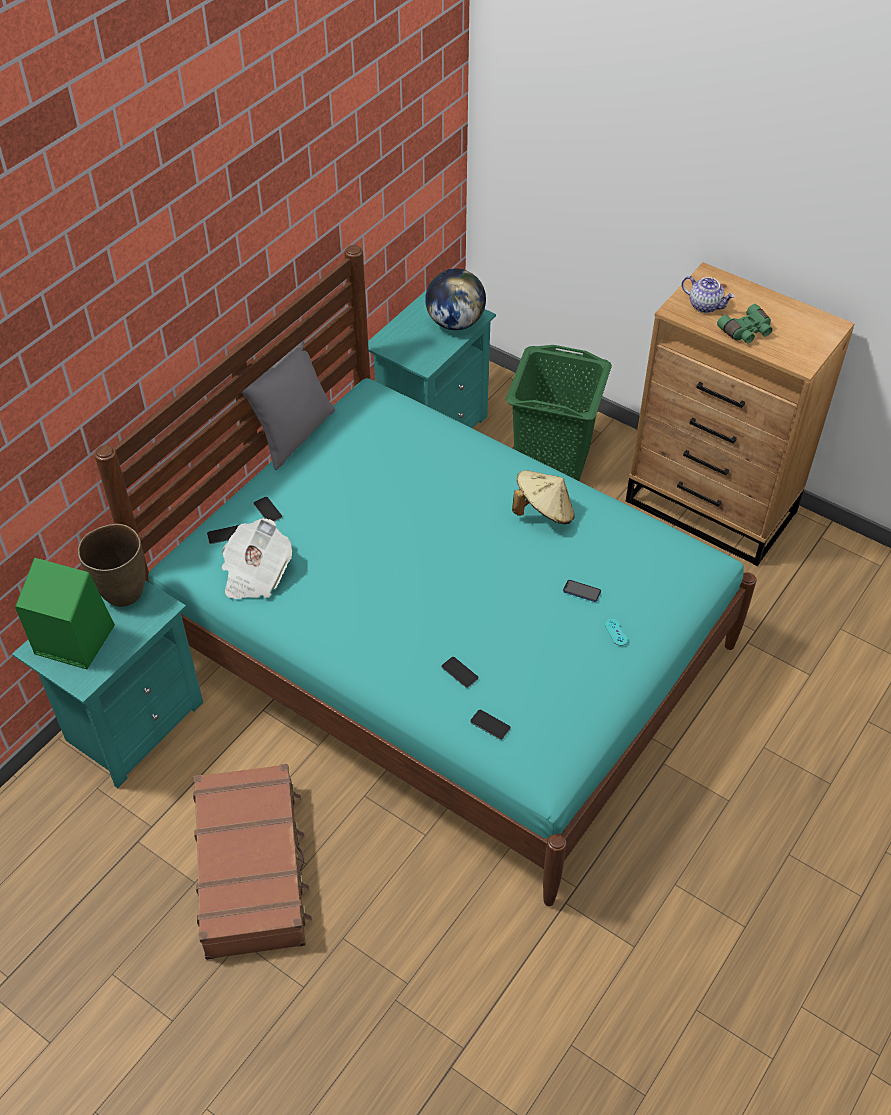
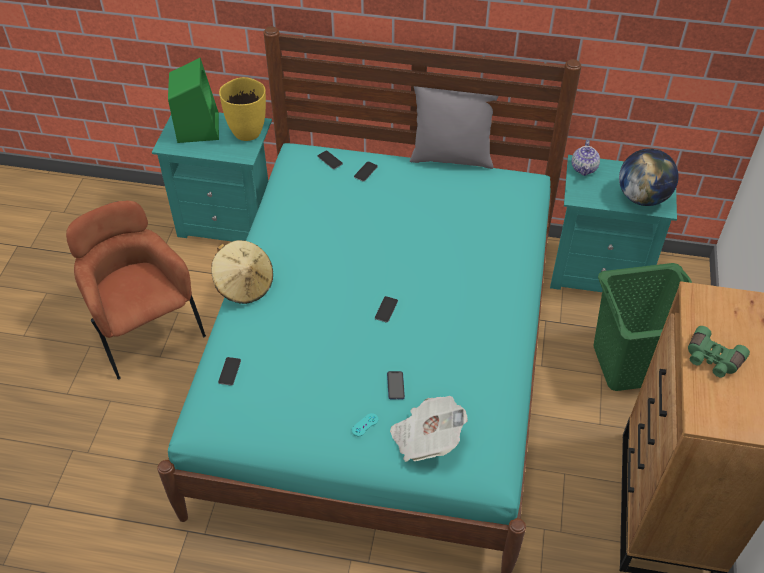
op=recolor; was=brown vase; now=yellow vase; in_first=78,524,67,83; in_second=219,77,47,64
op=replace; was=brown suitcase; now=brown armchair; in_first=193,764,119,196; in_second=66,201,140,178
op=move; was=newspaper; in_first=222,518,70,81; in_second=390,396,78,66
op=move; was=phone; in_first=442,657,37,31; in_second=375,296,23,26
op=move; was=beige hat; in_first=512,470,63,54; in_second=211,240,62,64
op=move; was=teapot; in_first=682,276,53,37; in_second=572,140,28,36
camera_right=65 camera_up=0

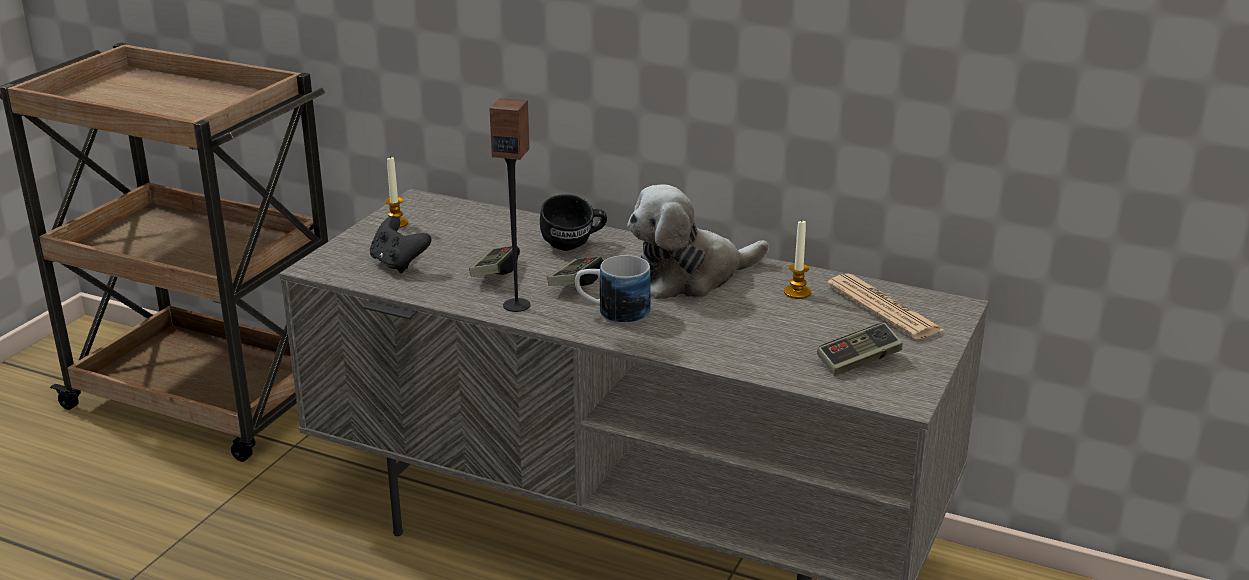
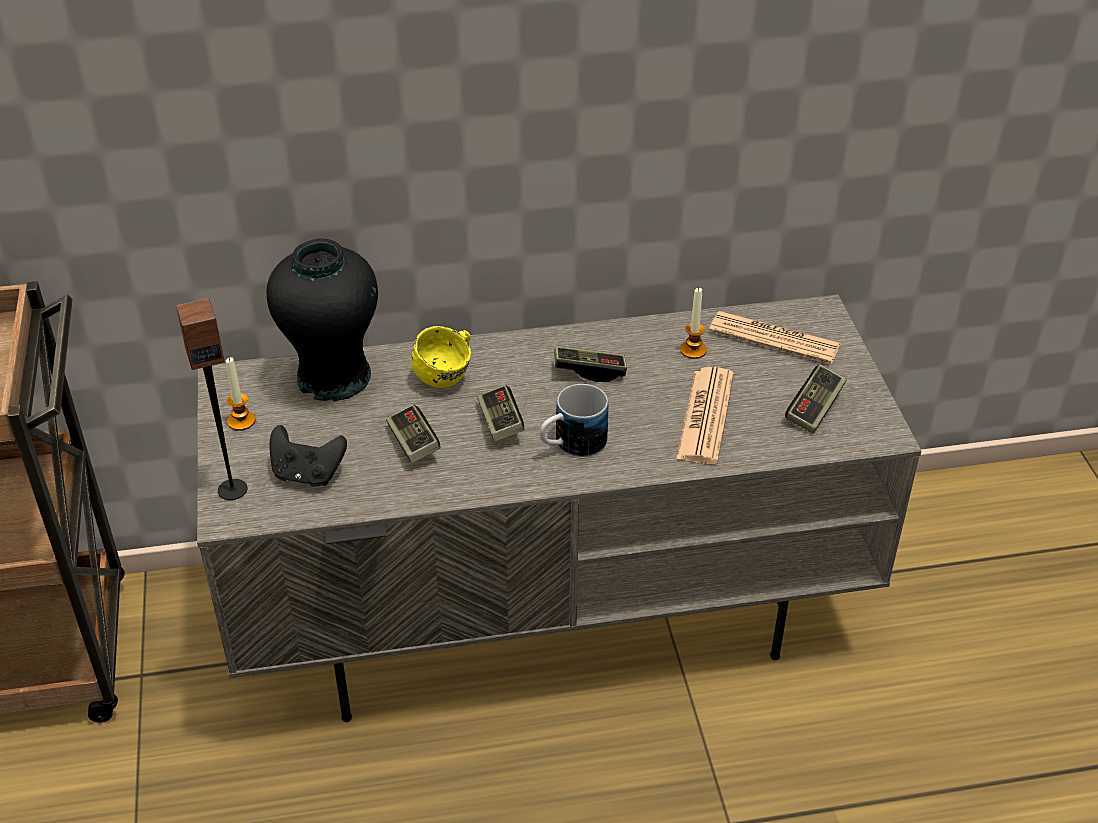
op=move; was=speaker; in_first=490,98,41,214; in_second=176,298,71,202
op=recolor; was=black mug; now=yellow mug; in_first=540,194,67,57; in_second=411,326,60,62
op=replace; was=plush toy; now=game controller; in_first=627,185,142,114; in_second=554,346,73,36
op=insert; now=black vase; in_second=266,238,112,163
op=insert; now=newspaper; in_second=676,367,58,97
camera_right=-35 camera_up=15

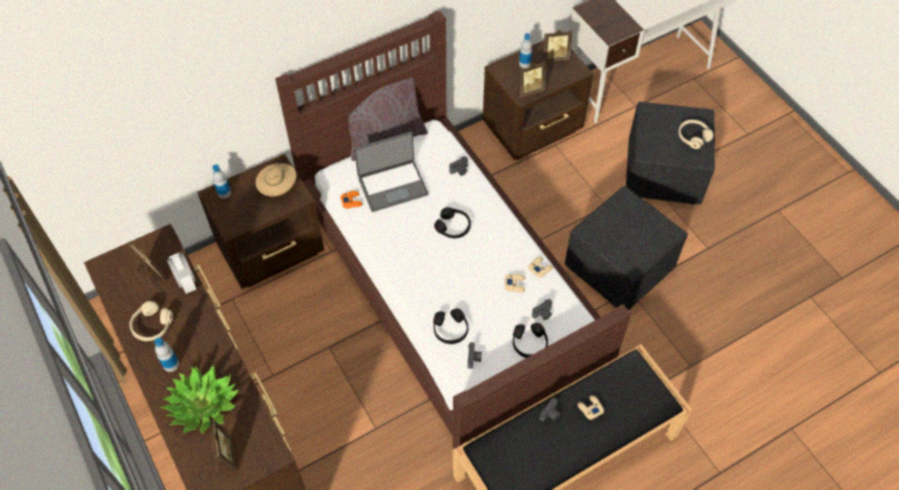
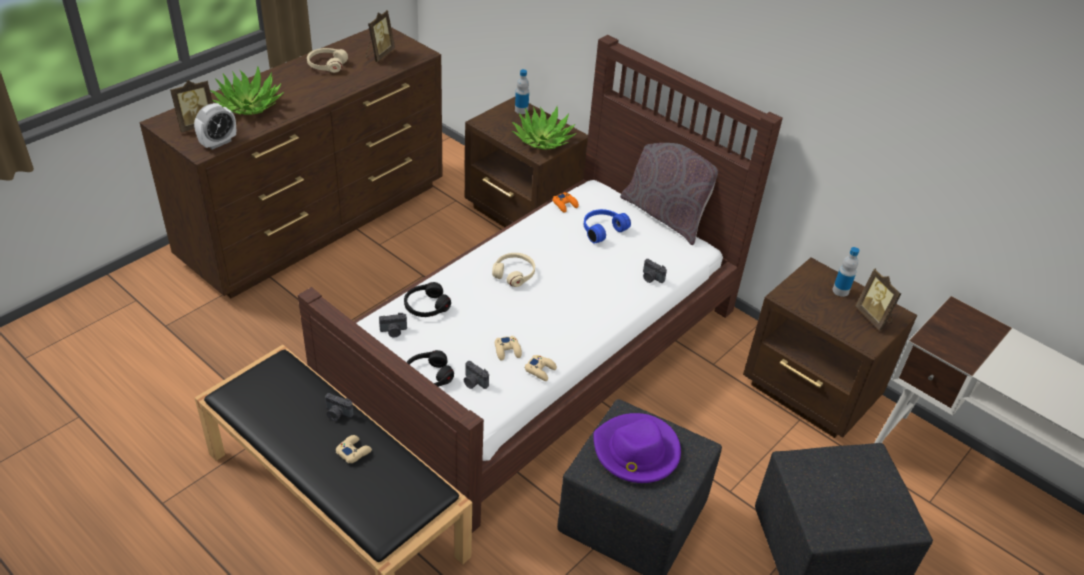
op=delete; was=bottle; in_first=154,337,25,35
op=move; was=alarm clock; in_first=167,253,29,41; in_second=194,103,42,47
op=replace; was=beige hat; now=potted plant; in_first=255,162,42,35; in_second=512,106,64,44
op=replace; was=laptop; now=blue headphones; in_first=354,132,75,80; in_second=584,209,47,34
op=delete; was=black headphones; in_first=434,207,37,31
op=delete; was=picture frame; in_first=517,62,29,36
op=move; was=beige headphones; in_first=679,120,34,29; in_second=492,253,43,34
op=insert; now=purple hat; in_second=593,413,88,70
camera_right=70 camera_up=-15

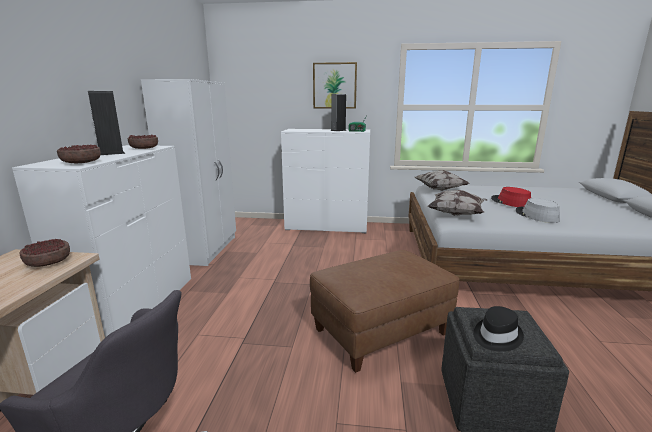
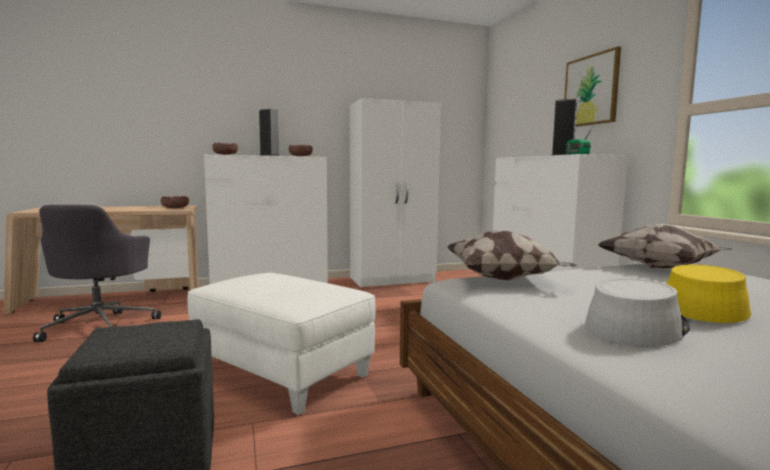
op=recolor; was=brown ottoman; now=white ottoman; in_first=310,250,149,123; in_second=187,273,189,142
op=delete; was=black hat; in_first=473,306,51,46
op=recolor; was=red hat; now=yellow hat; in_first=491,187,40,20; in_second=666,265,85,58
camera_right=65 camera_up=-10

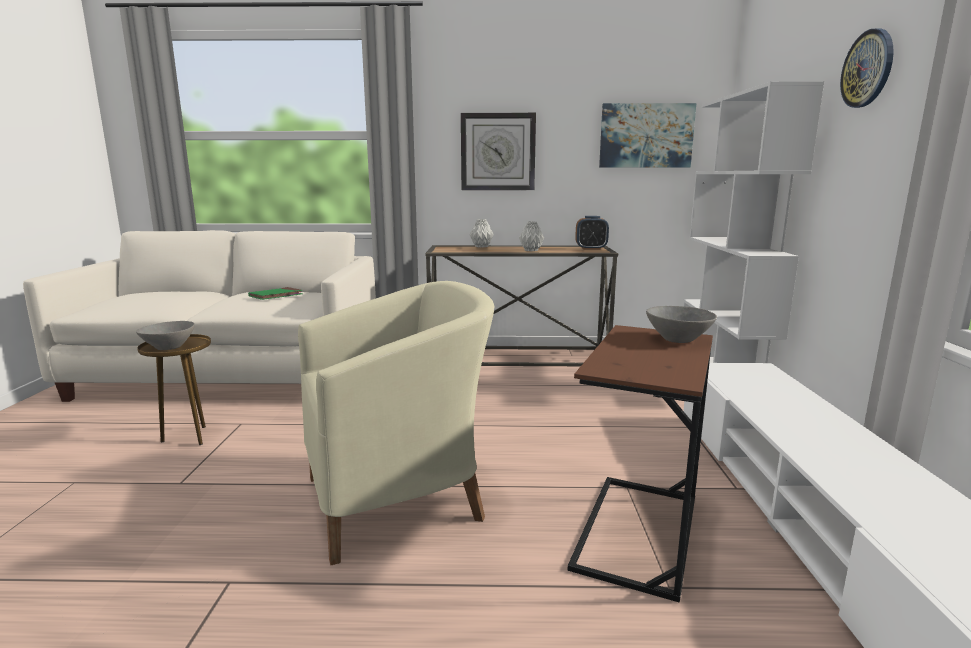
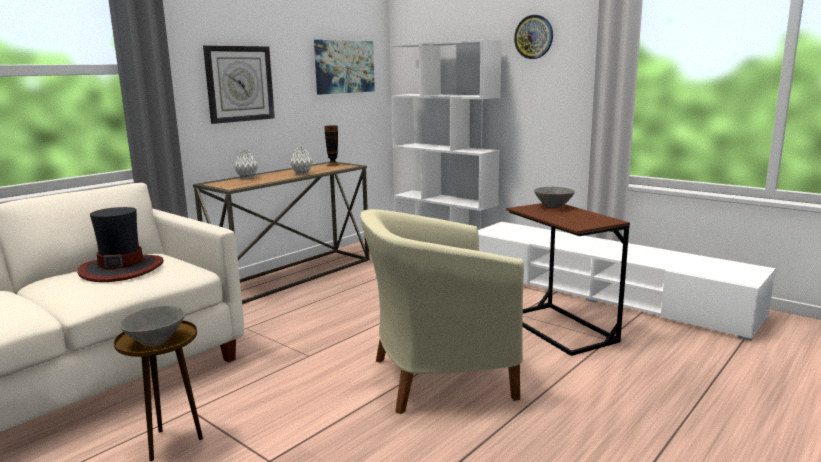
op=replace; was=green book; now=hat; in_first=248,287,55,13; in_second=77,207,86,75
op=rotate; was=beige armchair; in_first=298,281,196,284; in_second=360,209,164,205; clockwise=-120
op=replace; was=alarm clock; now=vase; in_first=575,216,34,34; in_second=324,125,16,42
camera_right=-50 camera_up=0

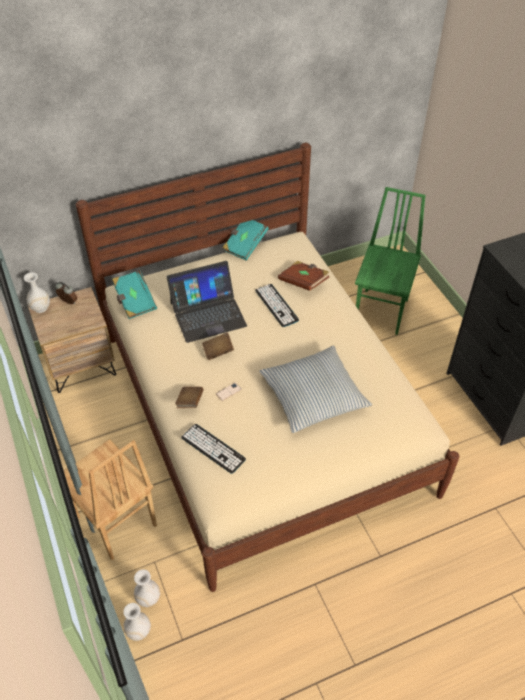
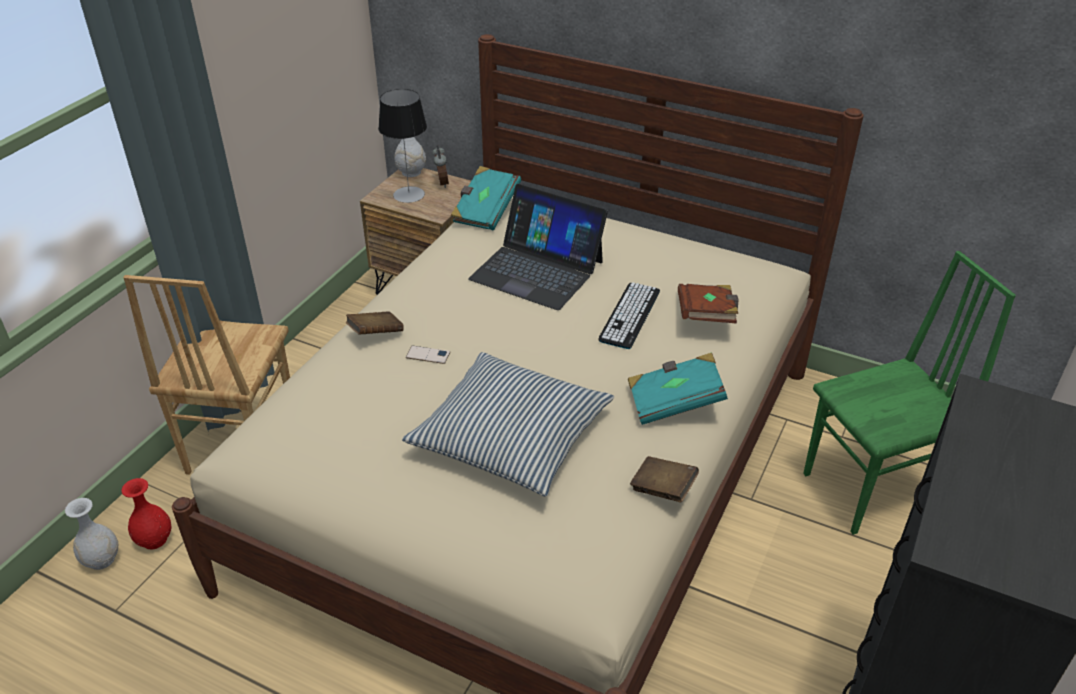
op=recolor; was=white vase; now=red vase; in_first=134,569,26,38; in_second=122,478,50,72
op=delete; was=keyboard; in_first=181,424,65,50
op=move; was=brown book; in_first=202,332,32,28; in_second=630,456,69,46
op=move; was=turquoise book; in_first=222,220,47,41; in_second=628,352,100,73
op=insert; now=table lamp; in_second=378,89,49,114
camera_right=50 camera_up=-10

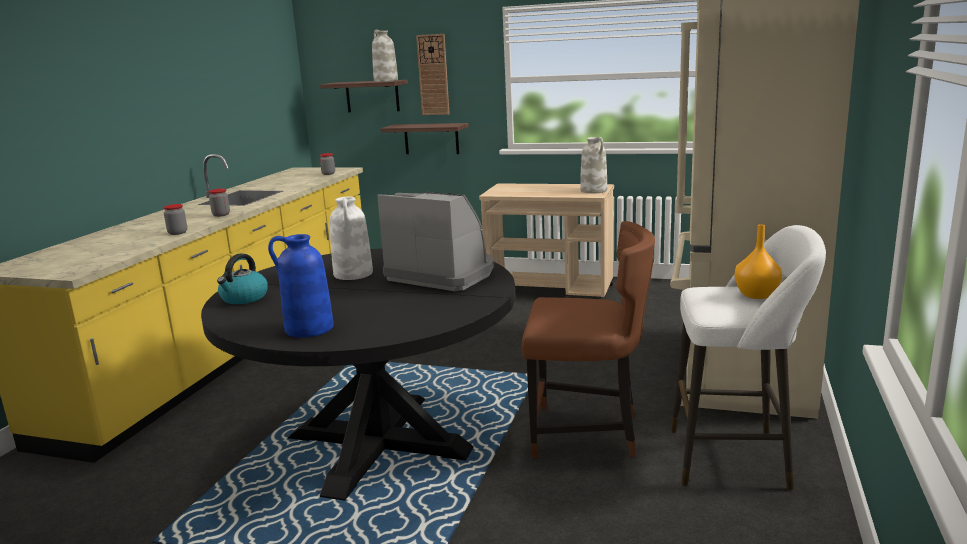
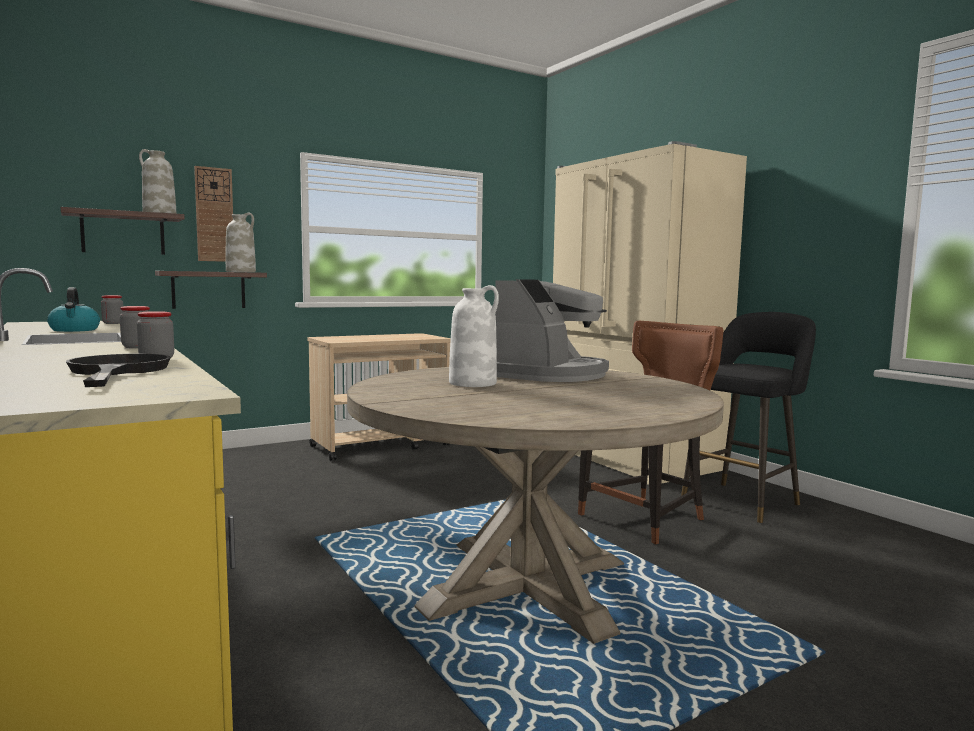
op=recolor; was=black dining table; now=beige dining table; in_first=201,248,314,253; in_second=347,367,377,277
op=move; was=kettle; in_first=217,254,51,50; in_second=47,287,53,45
op=delete; was=blue vase; in_first=268,234,66,103
op=rotate; was=coffee machine; in_first=377,192,117,99; in_second=495,279,114,103; clockwise=135
op=move; was=white vase; in_first=580,137,27,57; in_second=226,213,30,59
op=recolor; was=white stool; now=black stool; in_first=671,225,155,265; in_second=681,312,135,211
op=delete; was=orange vase; in_first=735,224,47,75
op=insert; now=black frying pan; in_second=66,354,105,33
camera_right=-50 camera_up=-10

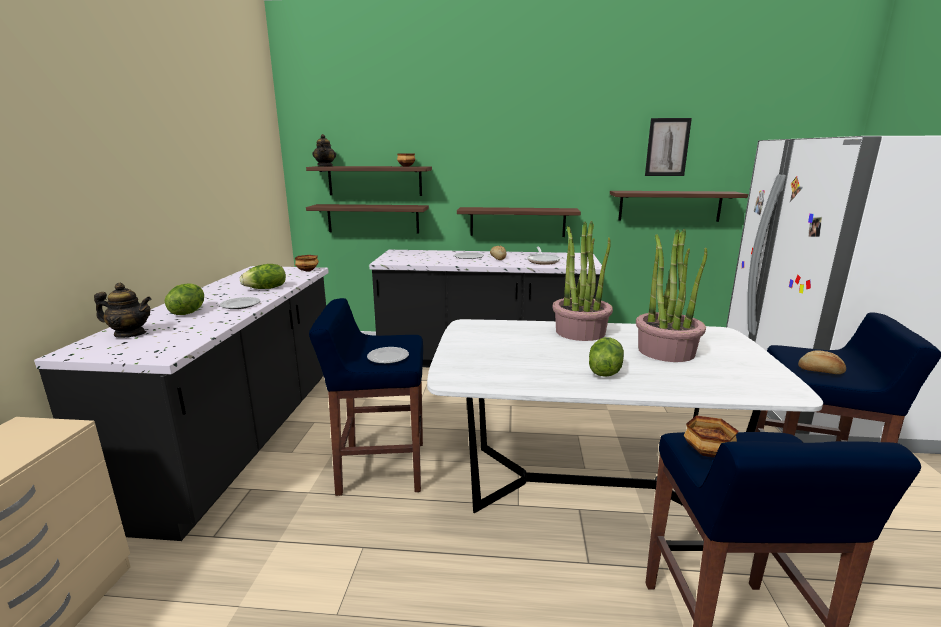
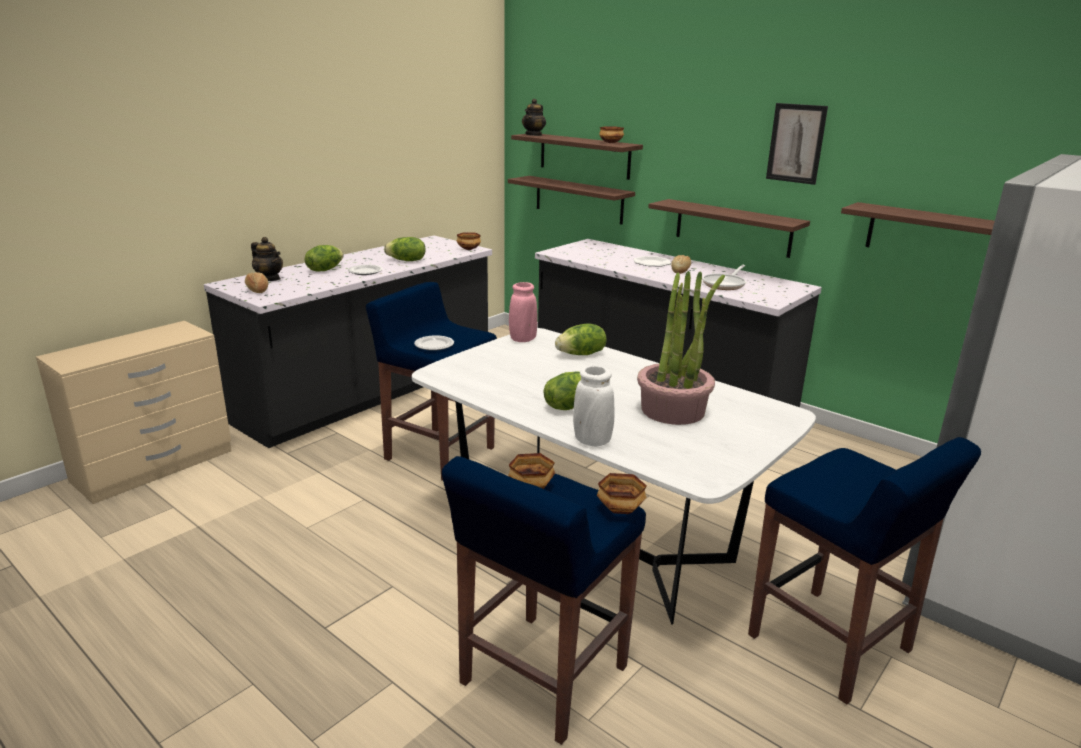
op=delete; was=potted plant; in_first=552,221,61,120
op=move; was=picture; in_first=645,118,47,58; in_second=766,103,62,82
op=move; was=bread; in_first=798,350,48,24; in_second=245,272,23,21
op=insert; now=pink vase; in_second=509,282,28,60
op=insert; now=lettuce; in_second=555,324,51,31
op=insert; now=white vase; in_second=573,366,41,80
op=insert; now=bowl; in_second=597,473,50,41
camera_right=35 camera_up=5

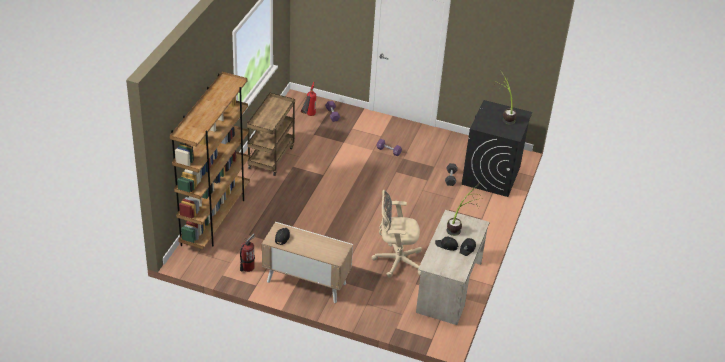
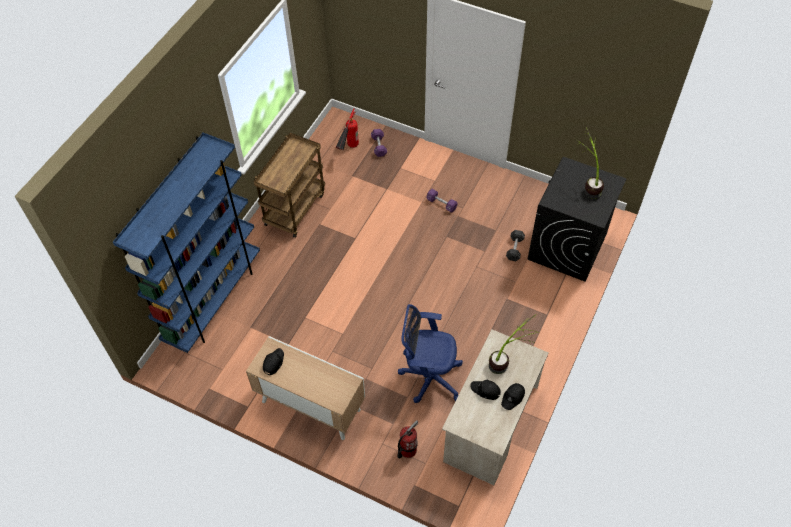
op=recolor; was=brown bookcase; now=blue bookcase; in_first=170,72,80,177; in_second=113,133,147,220
op=move; was=fire extinguisher; in_first=240,233,15,39; in_second=397,420,22,38
op=recolor; was=beige office chair; now=blue office chair; in_first=372,190,50,87; in_second=398,304,65,99
camera_right=10 camera_up=15

